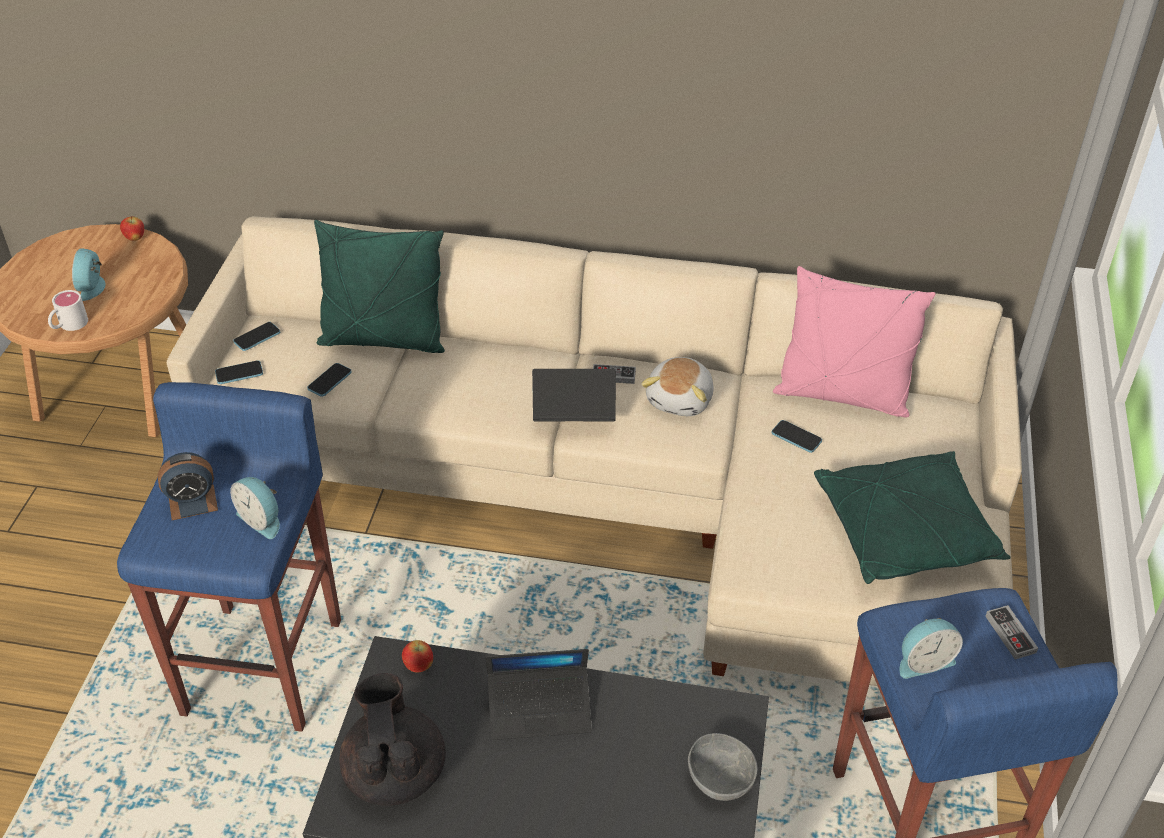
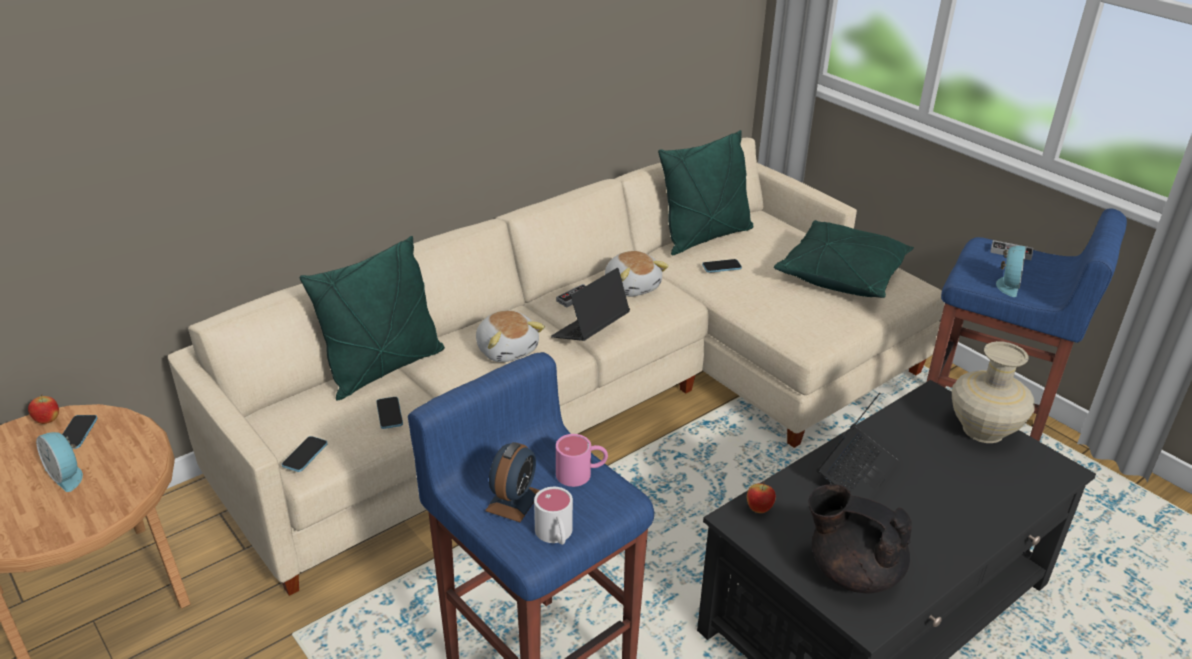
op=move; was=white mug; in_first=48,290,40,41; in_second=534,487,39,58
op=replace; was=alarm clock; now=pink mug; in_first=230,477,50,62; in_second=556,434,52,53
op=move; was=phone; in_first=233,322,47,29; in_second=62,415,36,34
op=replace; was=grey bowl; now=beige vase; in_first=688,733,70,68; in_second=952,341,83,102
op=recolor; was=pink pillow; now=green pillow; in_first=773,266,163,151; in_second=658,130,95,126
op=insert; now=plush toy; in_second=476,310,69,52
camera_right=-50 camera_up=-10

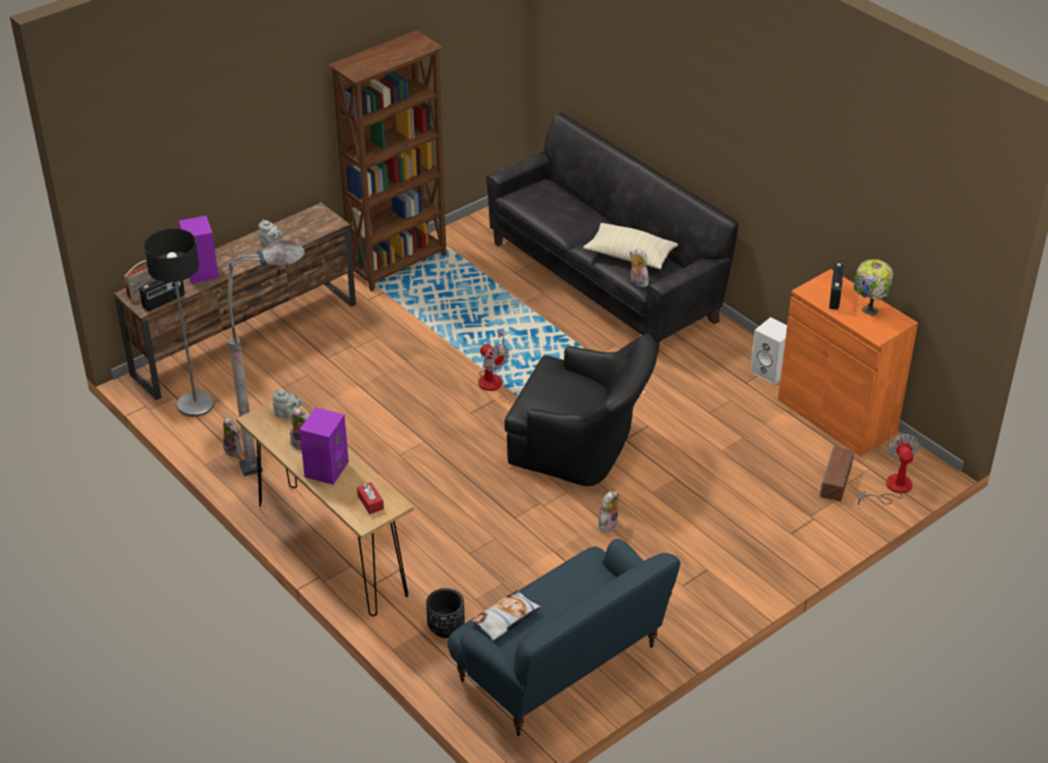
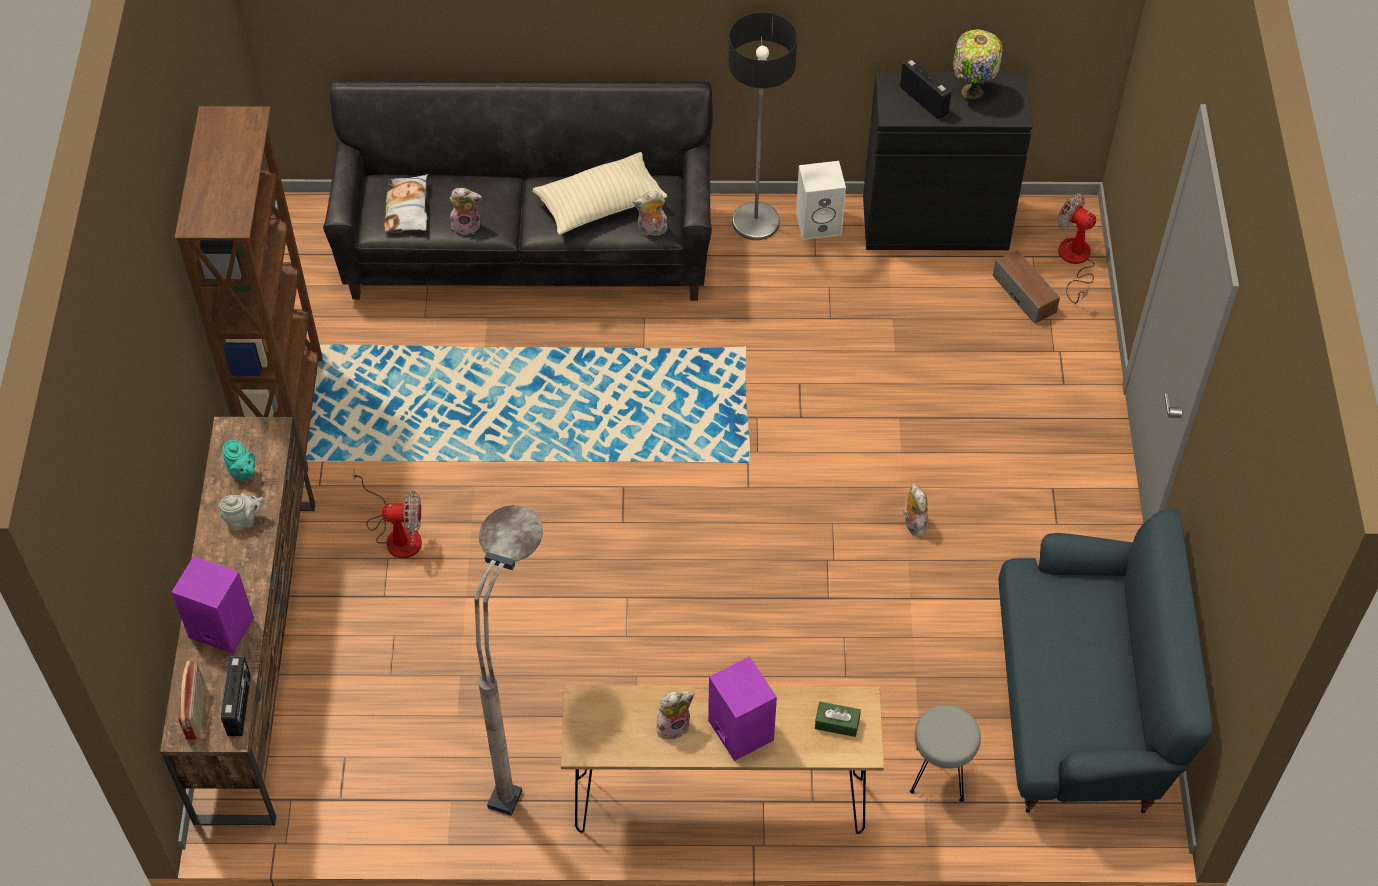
op=move; was=floor lamp; in_first=144,229,70,188; in_second=728,12,69,228
op=move; was=plush toy; in_first=223,417,18,40; in_second=450,188,32,47
op=delete; was=grey teapot; in_first=272,390,31,29
op=recolor; was=red tissue box; now=green tissue box; in_first=357,482,27,32; in_second=815,702,46,35
op=replace; was=black planter; now=grey stool; in_first=426,588,39,50; in_second=910,705,71,97
op=move; was=pillow; in_first=471,590,71,50; in_second=384,174,44,59
op=move; was=fan; in_first=478,329,30,62; in_second=353,468,69,91
op=delete; was=black armchair; in_first=504,334,153,152
op=recolor; was=orange cabinet; now=black cabinet; in_first=778,269,140,187; in_second=863,71,170,179
op=insert; now=turquoise teapot; in_second=222,440,33,41
camera_right=-50 camera_up=15

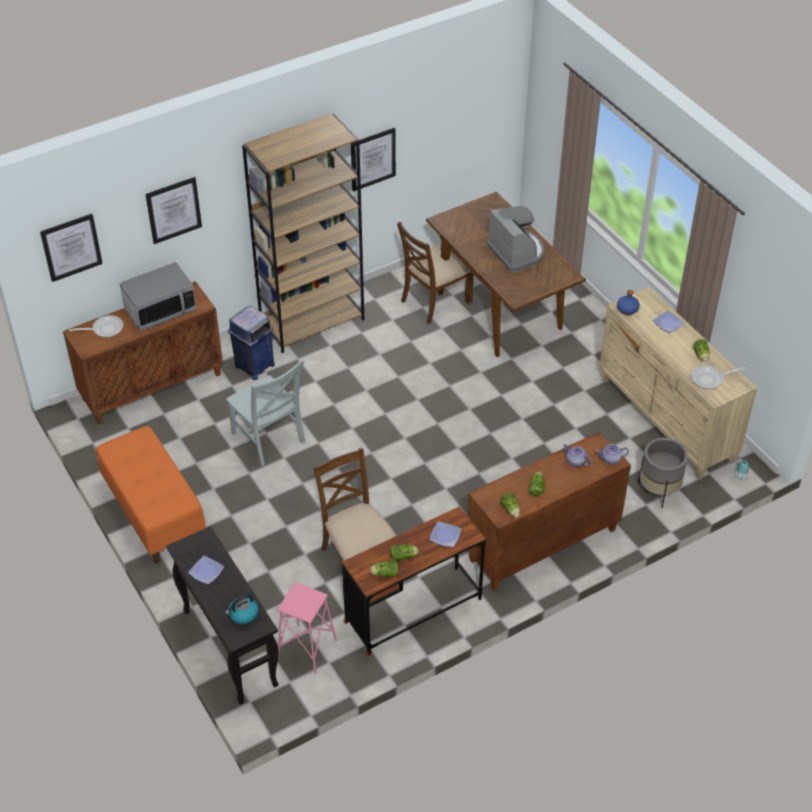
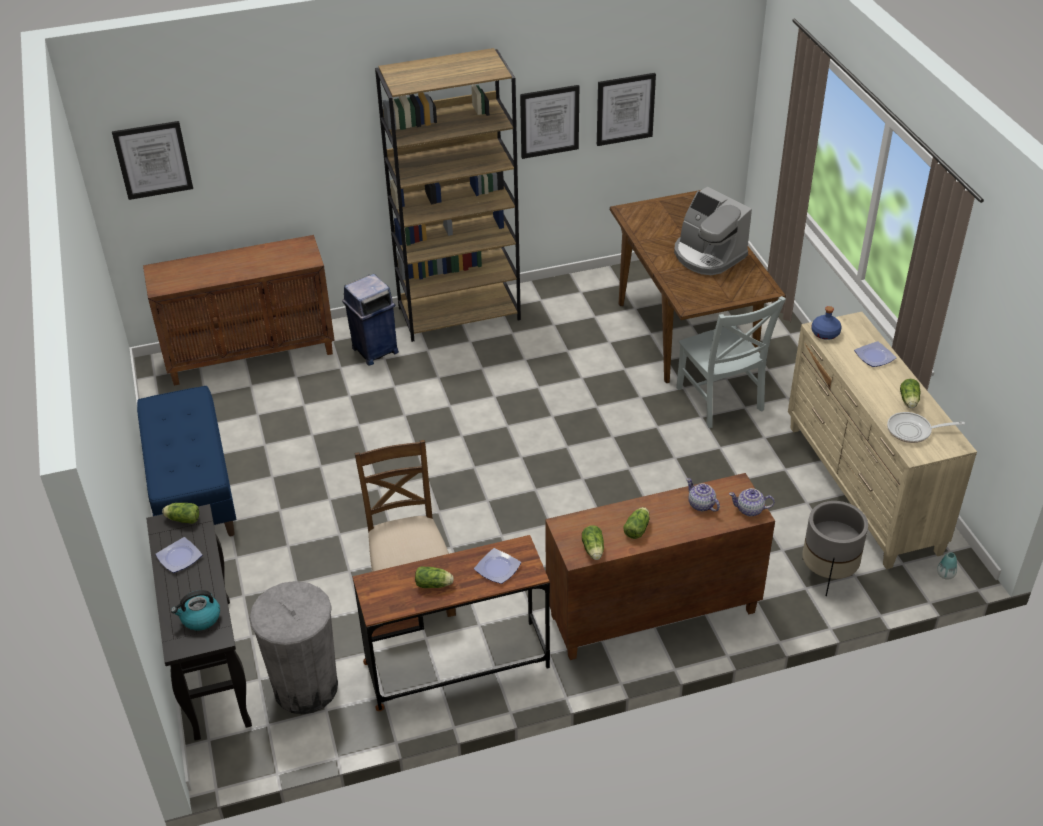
op=delete; was=frying pan; in_first=69,315,54,23
op=recolor; was=orange bench; now=blue bench; in_first=96,426,110,138; in_second=137,386,99,150
op=delete; was=microwave; in_first=119,262,78,69
op=move; was=picture; in_first=145,177,57,67; in_second=597,73,59,73
op=move; was=grey chair; in_first=226,359,80,107; in_second=676,296,110,132
op=replace; was=pink stool; now=grey trash can; in_first=277,582,60,92; in_second=249,581,89,133
op=move; was=lettuce; in_first=370,560,29,17; in_second=162,503,37,21
op=delete; was=brown chair; in_first=397,221,77,103
op=rotate; was=coffee machine; in_first=487,206,57,67; in_second=674,187,78,88; clockwise=150
camera_right=15 camera_up=-5

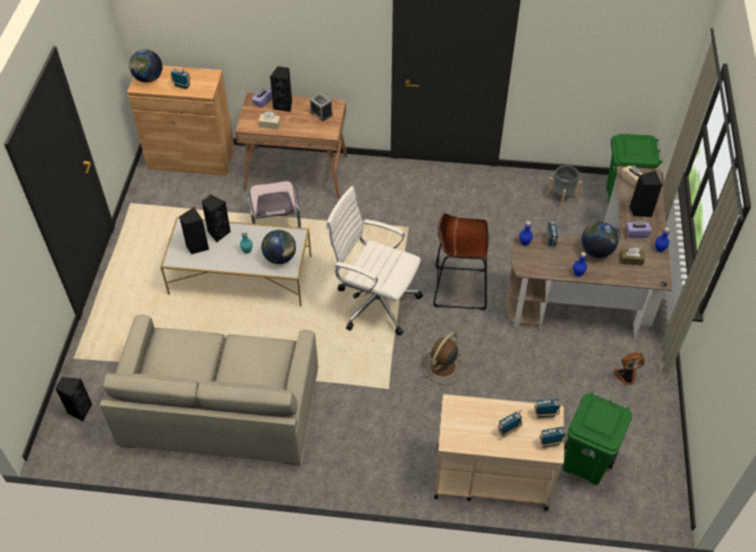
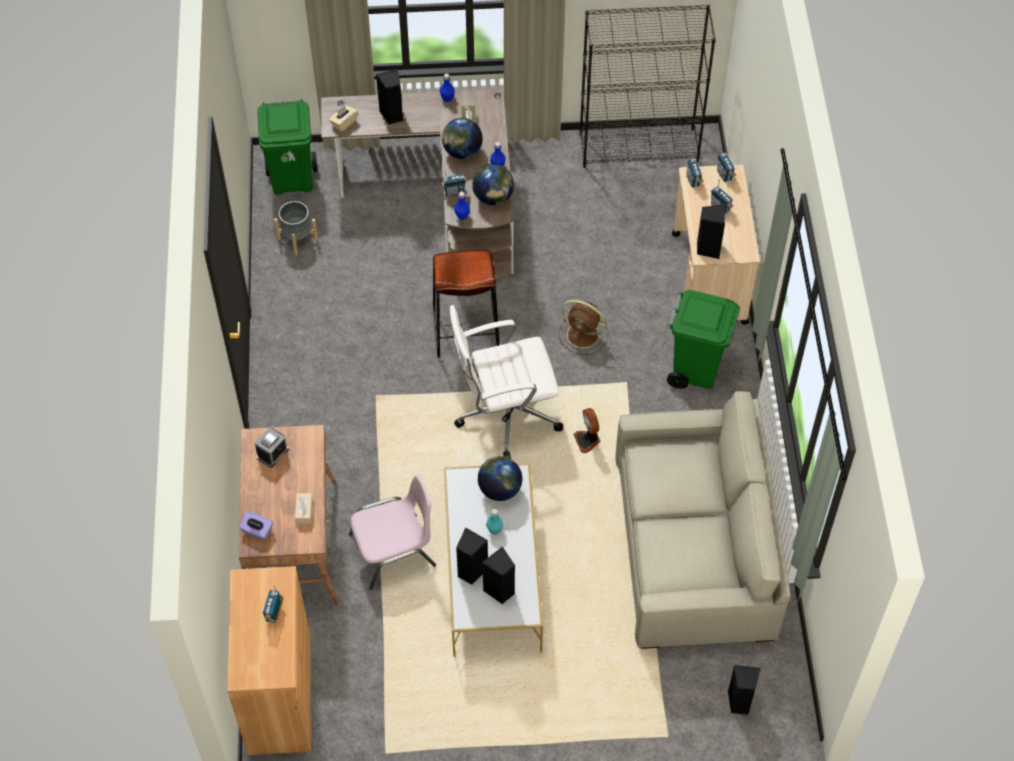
op=move; was=globe; in_first=129,49,33,34; in_second=473,164,41,41
op=move; was=black speaker; in_first=270,66,22,46; in_second=697,205,28,54
op=rotate; was=white office chair; in_first=326,186,97,149; in_second=449,305,114,154; clockwise=60
op=move; was=green trash can; in_first=563,391,69,94; in_second=667,290,73,99
op=move; was=fan; in_first=613,352,32,33; in_second=573,408,28,45
op=delete; was=purple tissue box; in_first=626,220,26,18
op=insert; now=black bookcase; in_second=579,4,137,164
camera_right=-100 camera_up=5

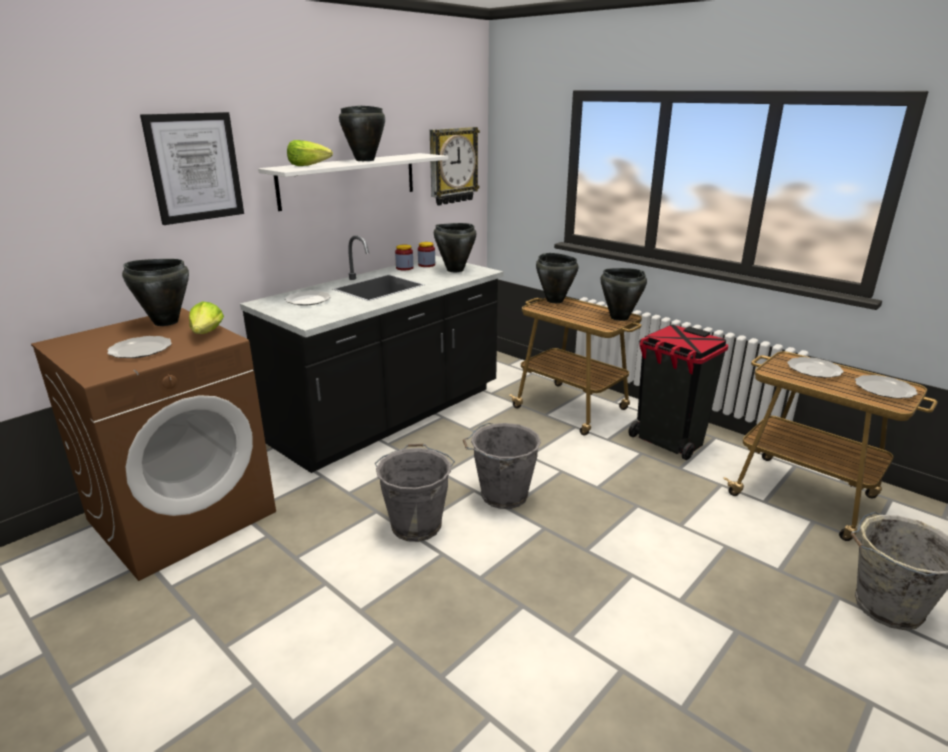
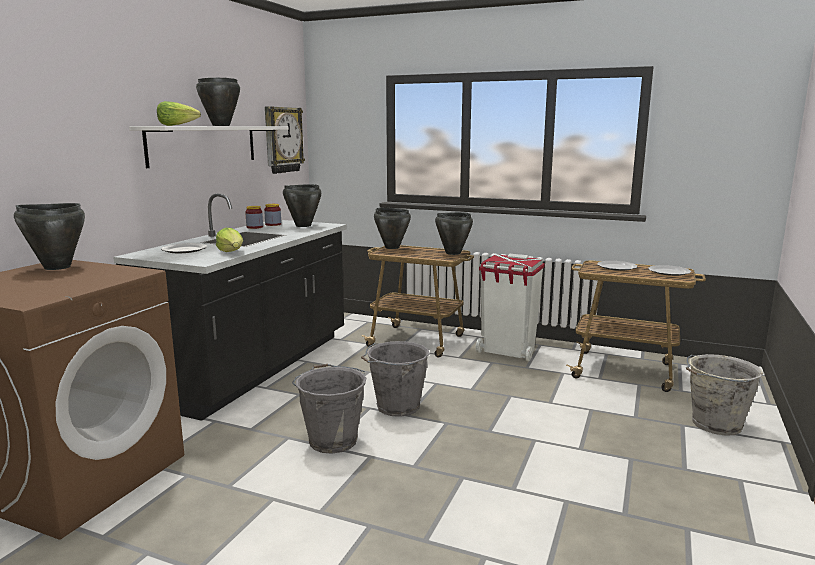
op=delete; was=plate; in_first=107,336,65,22
op=delete; was=picture; in_first=140,112,104,113
op=move; was=lettuce; in_first=189,301,35,33; in_second=216,228,27,24
op=recolor; was=black trash can; now=white trash can; in_first=629,325,99,135; in_second=475,254,70,107
camera_right=-20 camera_up=-10

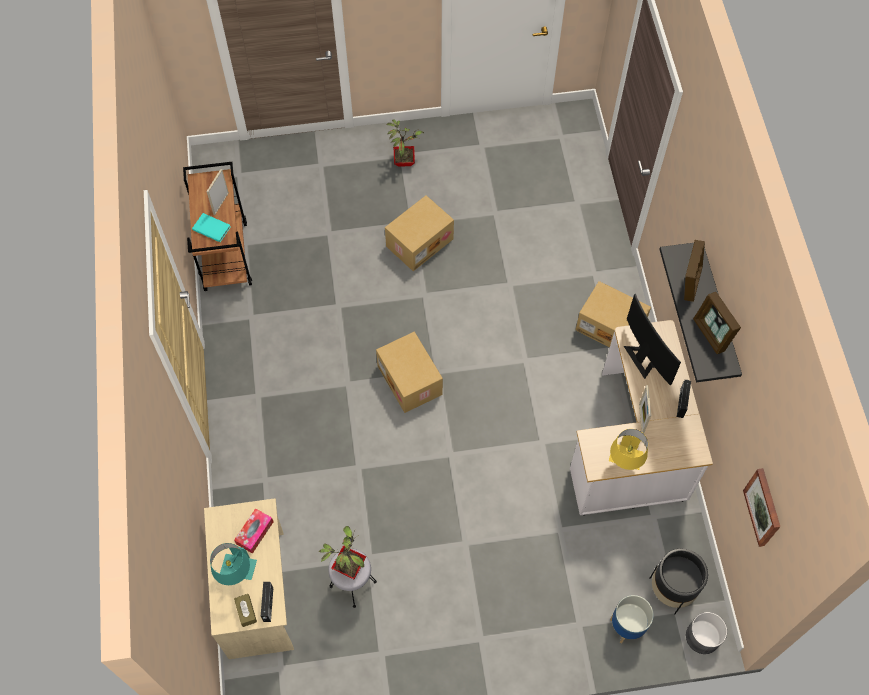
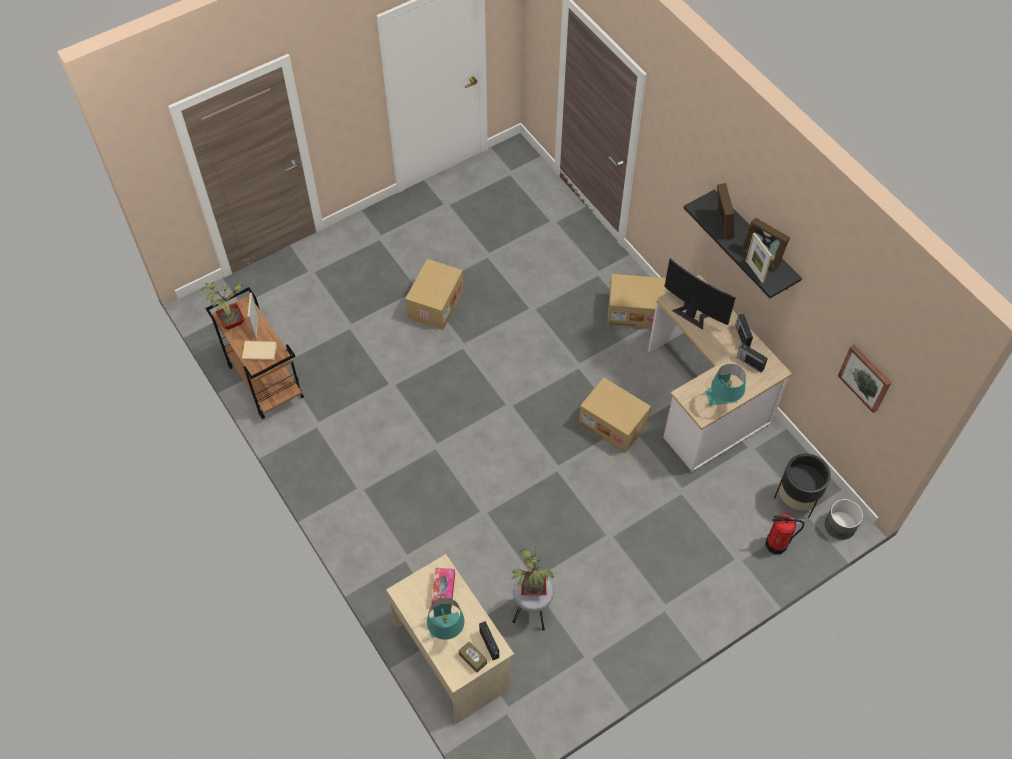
op=recolor; was=turquoise book; now=beige book; in_first=192,213,39,29; in_second=242,341,35,19
op=move; was=cardboard box; in_first=376,332,67,81; in_second=578,378,73,75
op=move; was=potted plant; in_first=386,120,38,47; in_second=201,282,44,48
op=recolor; was=yellow table lamp; now=turquoise table lamp; in_first=609,429,39,41; in_second=706,364,40,42
op=replace; was=planter; now=fire extinguisher; in_first=610,595,44,48; in_second=765,514,39,40
op=move; was=picture frame; in_first=639,385,12,49; in_second=746,233,26,50
op=insert; now=radio; in_second=737,343,31,30
camera_right=-25 camera_up=-5

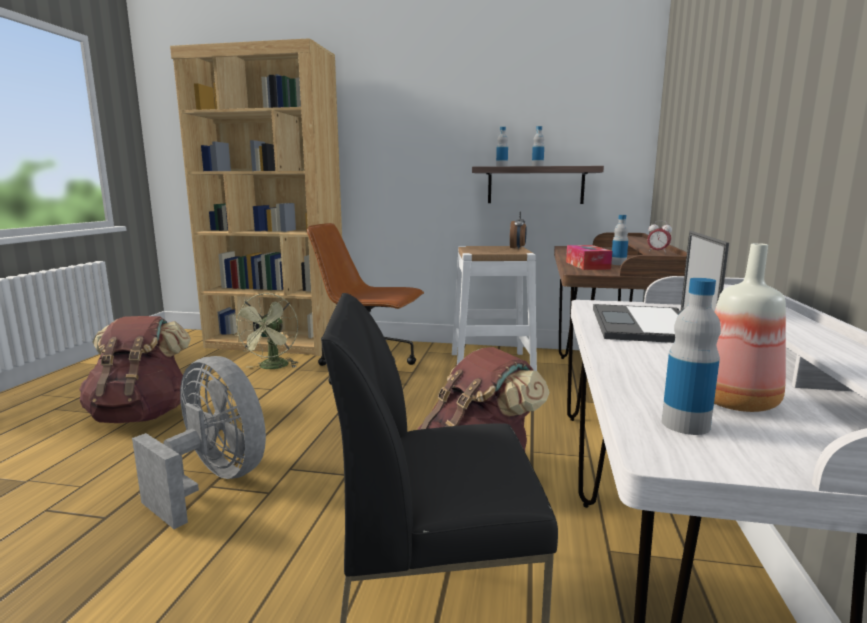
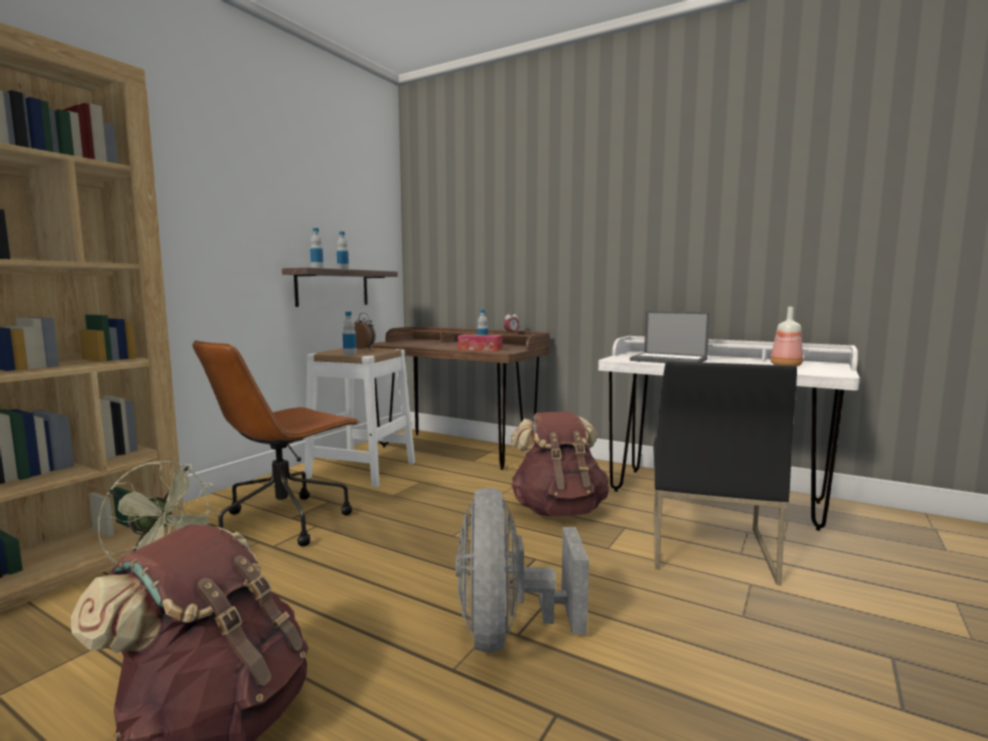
op=rotate; was=grey fan; in_first=132,356,134,173; in_second=456,488,133,164; clockwise=-60
op=move; was=bottle; in_first=662,278,59,157; in_second=343,312,14,43
camera_right=-70 camera_up=-5

